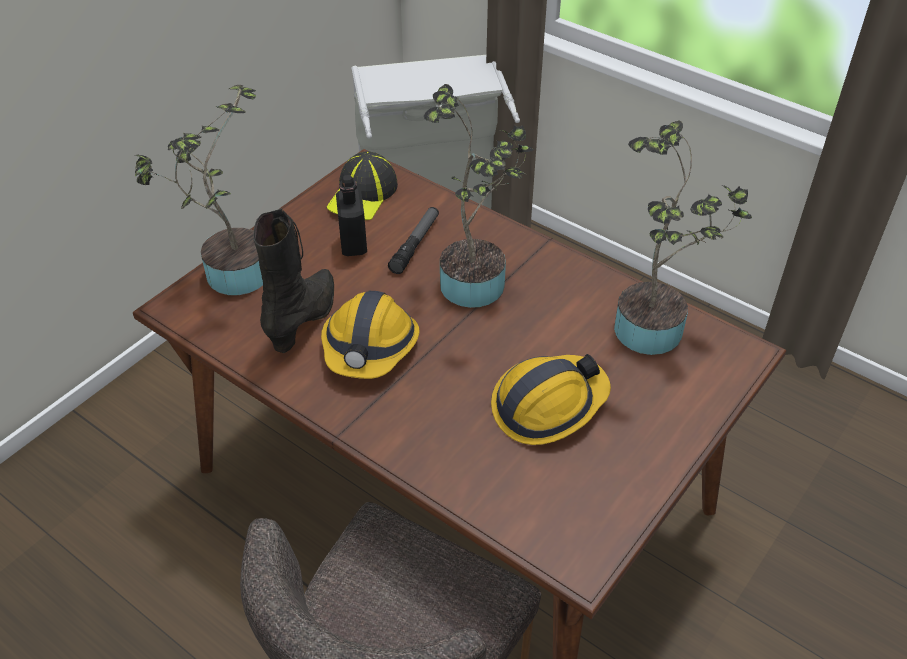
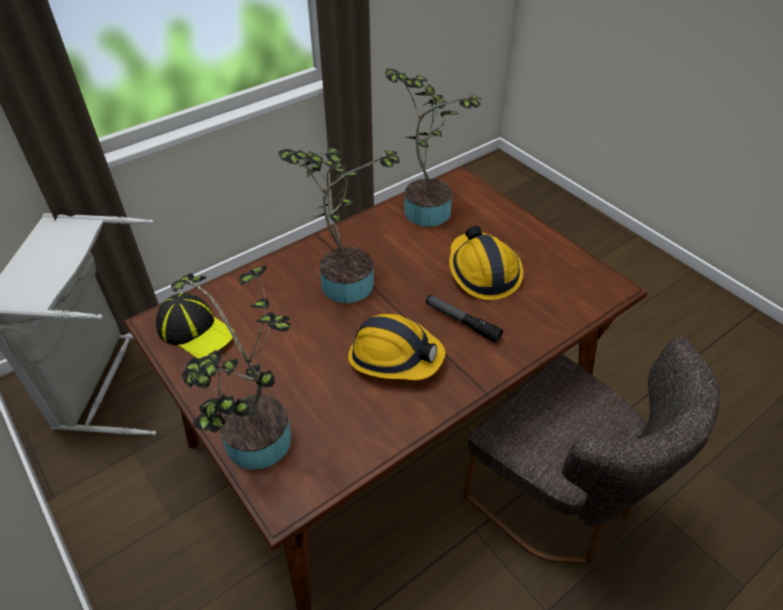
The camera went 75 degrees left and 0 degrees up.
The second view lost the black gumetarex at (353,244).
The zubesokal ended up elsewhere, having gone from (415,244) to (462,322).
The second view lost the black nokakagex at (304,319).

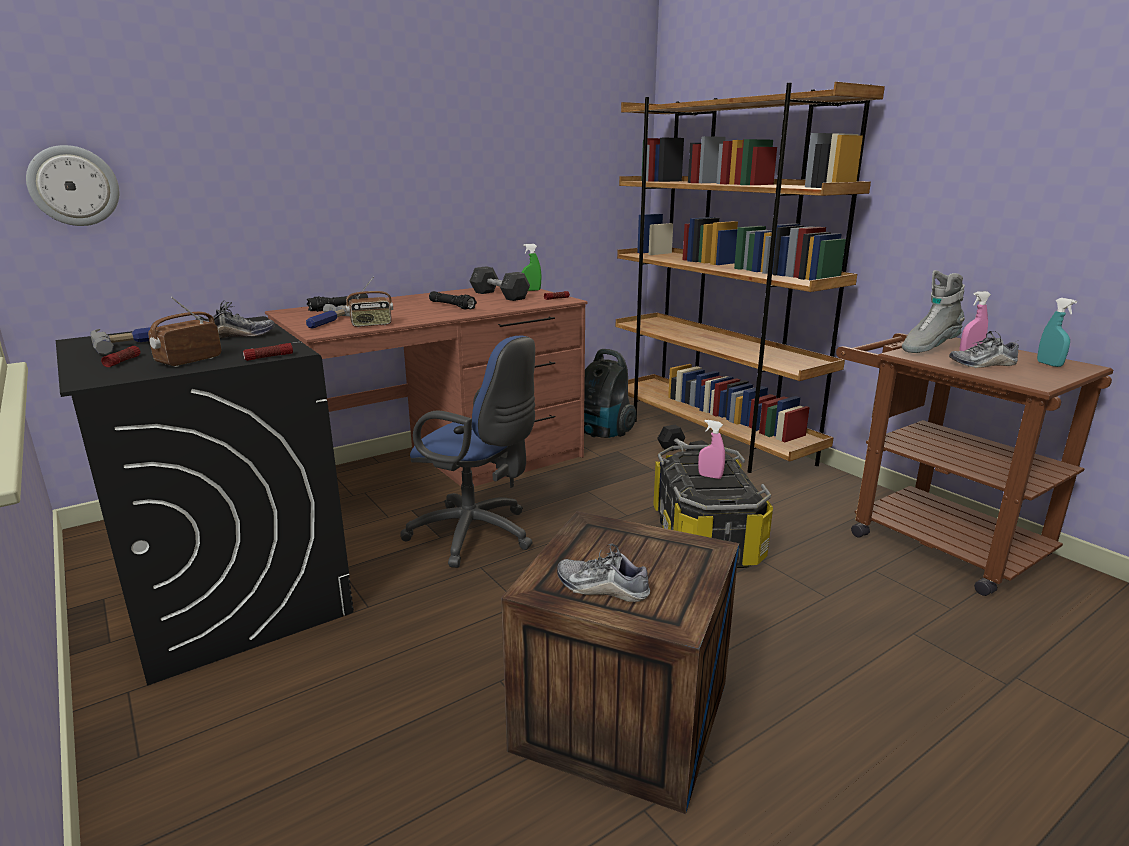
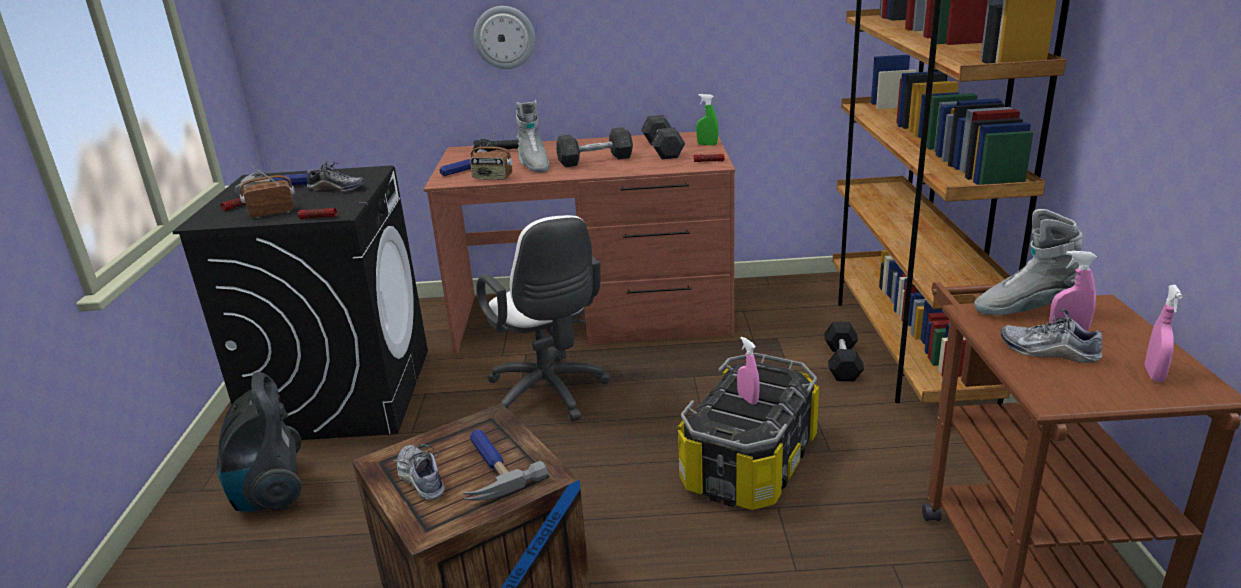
The camera went 35 degrees right and 5 degrees up.
The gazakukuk ended up elsewhere, having gone from (74,186) to (504,37).
Where the black zubesokal stood at (452,306), the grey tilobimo came to stand at (595,160).
What was the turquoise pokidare at (1049,364) turned into the pink pokidare at (1154,374).
What was the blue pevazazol at (477,536) turned into the white pevazazol at (550,395).
The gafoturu ended up elsewhere, having gone from (601,433) to (270,493).
The second view gained the grey nokakagex at (533,165).
The second view gained the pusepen at (490,468).

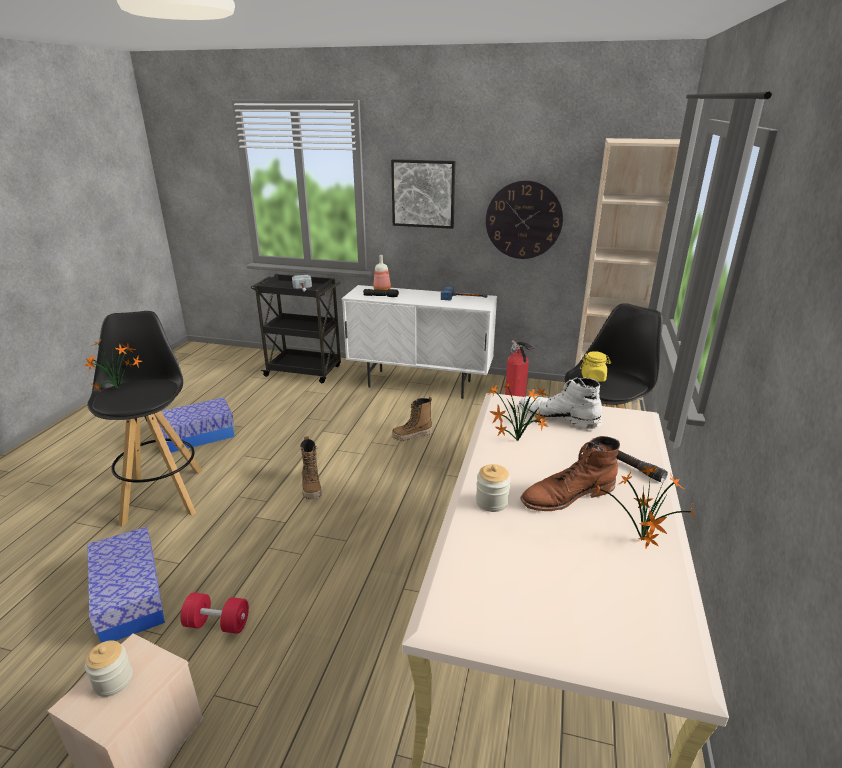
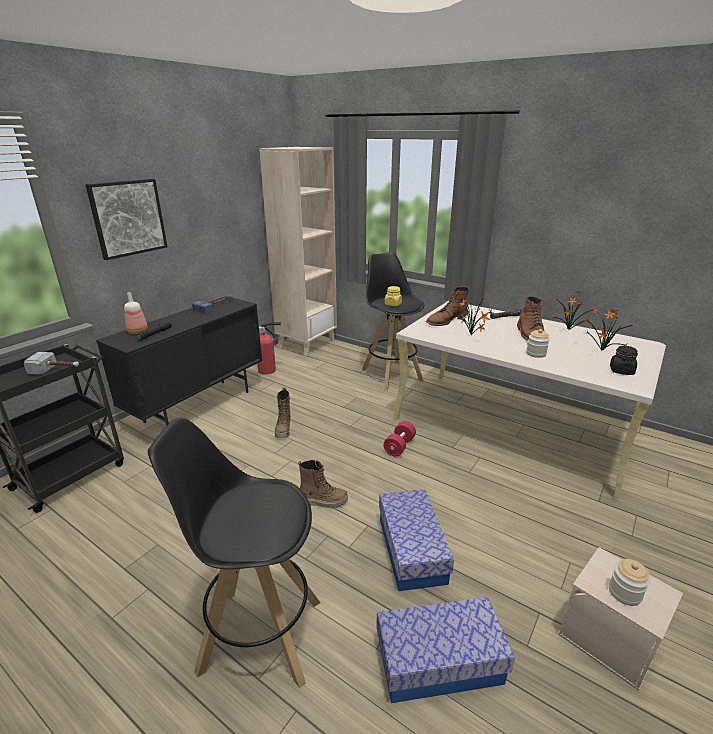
The camera went 70 degrees left and 0 degrees up.
The second view lost the gazakukuk at (523,220).
What was the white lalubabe at (420,384) turned into the black lalubabe at (199,406).
The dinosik ended up elsewhere, having gone from (120,388) to (600,350).
What was the white nokakagex at (558,417) turned into the brown nokakagex at (446,320).
The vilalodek ended up elsewhere, having gone from (196,437) to (411,550).
The red tilobimo ended up elsewhere, having gone from (217,624) to (399,446).
The second view gained the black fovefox at (621,371).

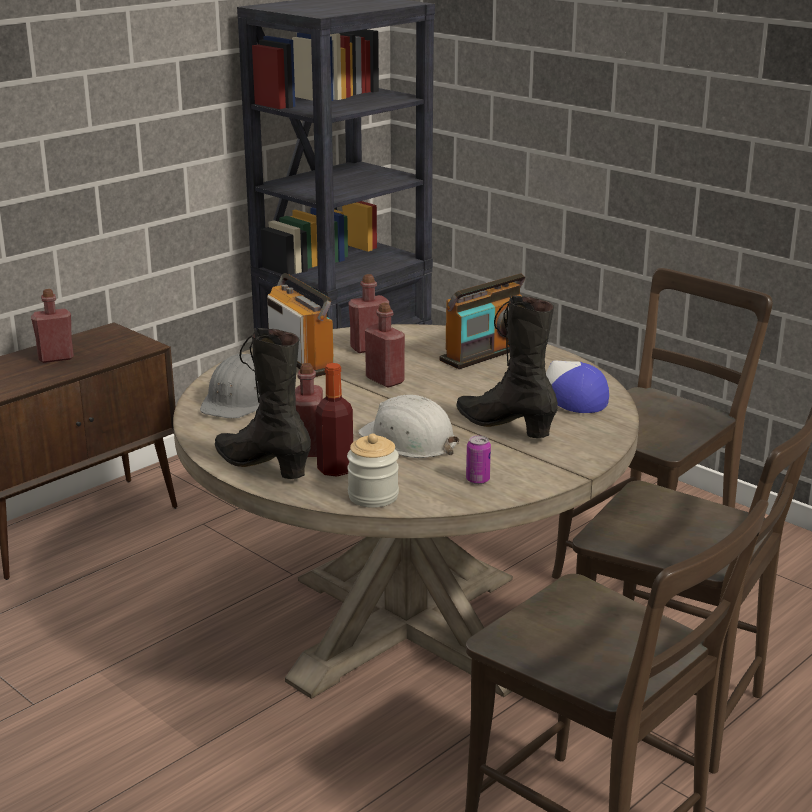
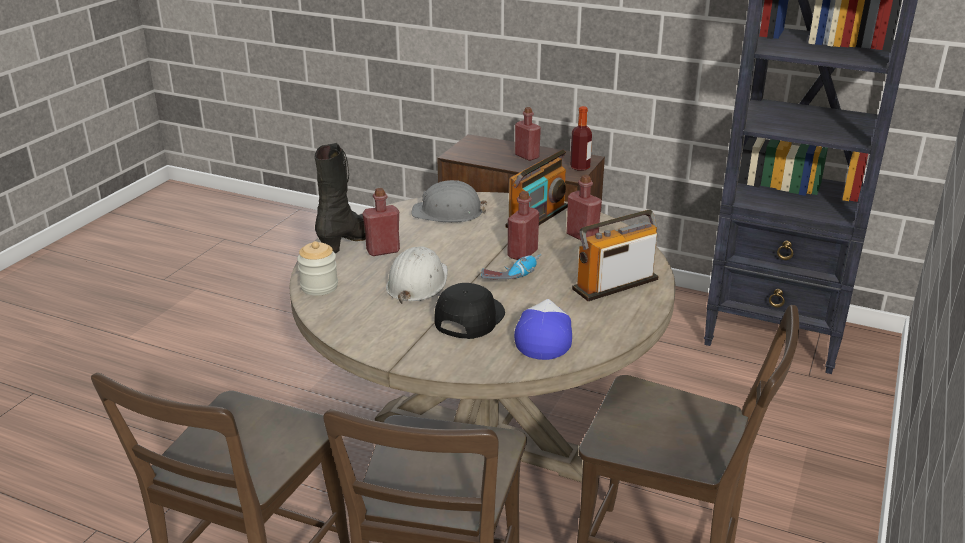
The camera went 70 degrees right and 5 degrees up.
The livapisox at (484,354) ended up facing another way, 120 degrees clockwise from before.
Where the black nokakagex stood at (505,426), the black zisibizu came to stand at (468,317).
The gumetarex ended up elsewhere, having gone from (335,469) to (580,167).
The second view lost the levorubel at (477,480).
The second view gained the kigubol at (512,274).

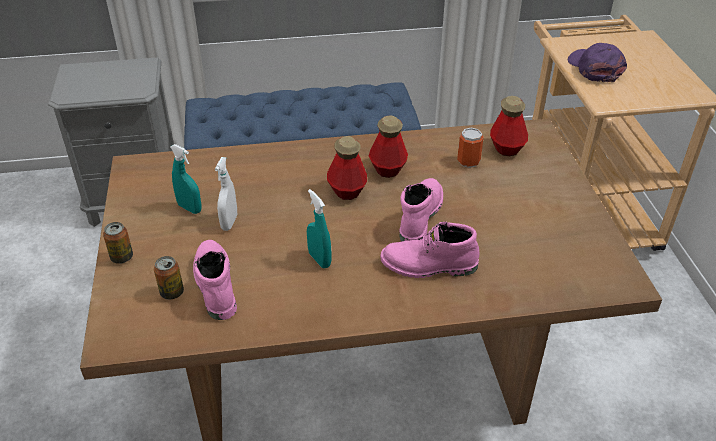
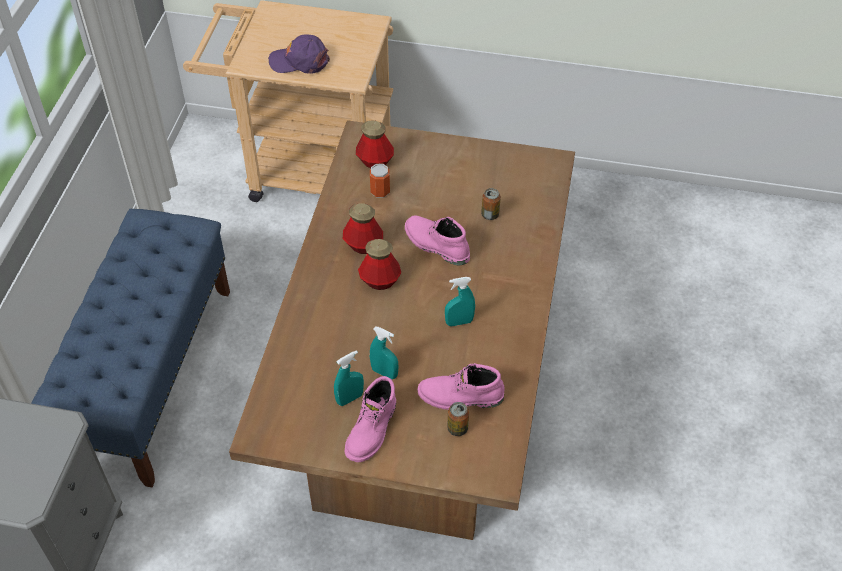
The camera went 70 degrees left and 10 degrees up.
What was the white pokidare at (229,222) turned into the turquoise pokidare at (384,372).
The levorubel ended up elsewhere, having gone from (122,257) to (490,215).
The pink nokakagex ended up elsewhere, having gone from (428,266) to (372,430).

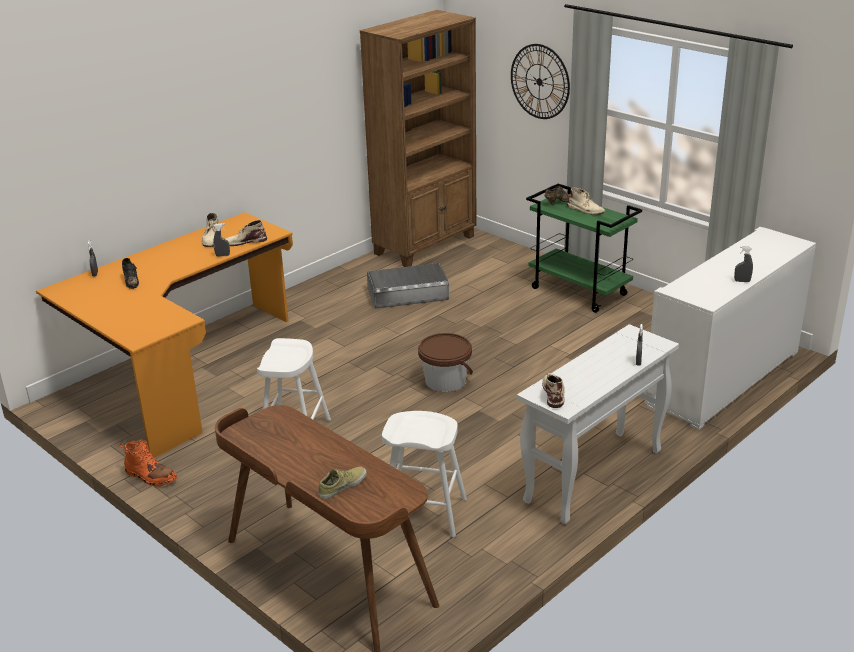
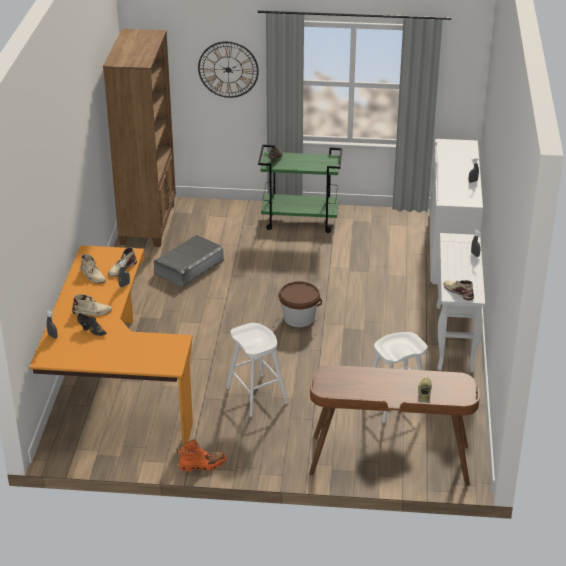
The camera went 40 degrees left and 5 degrees up.
The beige nokakagex ended up elsewhere, having gone from (585,210) to (92,311).

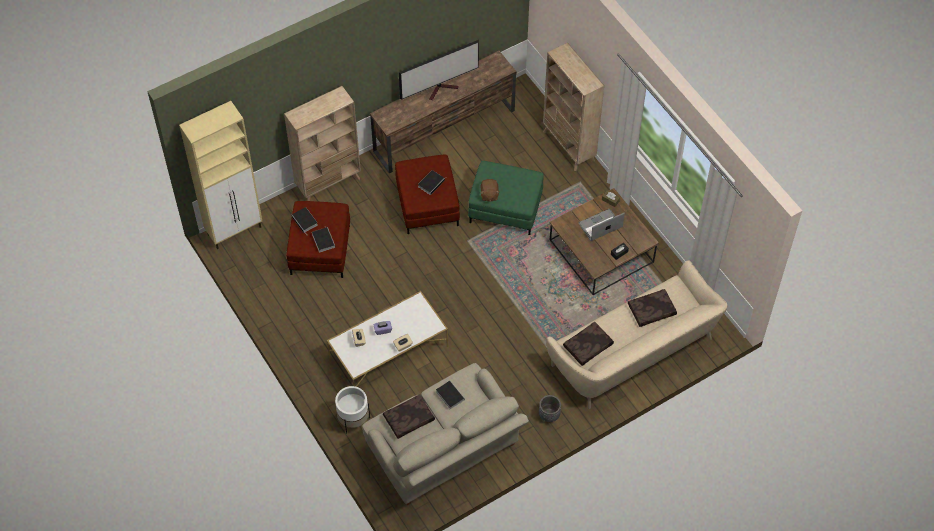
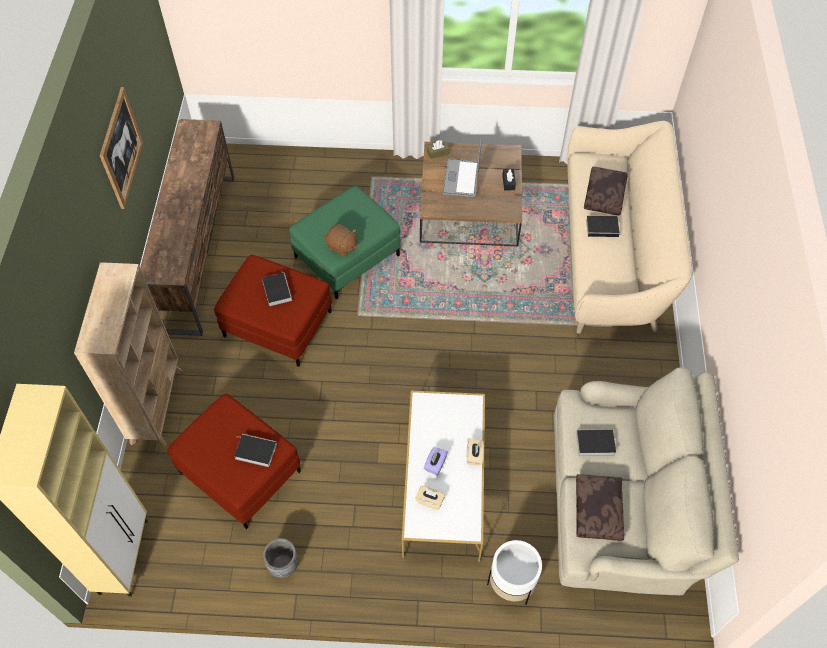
The camera went 55 degrees left and 0 degrees up.
The second view lost the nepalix at (442,88).
The second view lost the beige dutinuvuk at (568,146).
The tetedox ended up elsewhere, having gone from (305,221) to (603,227).
The second view lost the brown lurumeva at (588,347).
The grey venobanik ended up elsewhere, having gone from (549,415) to (283,564).
The second view gained the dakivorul at (121,148).

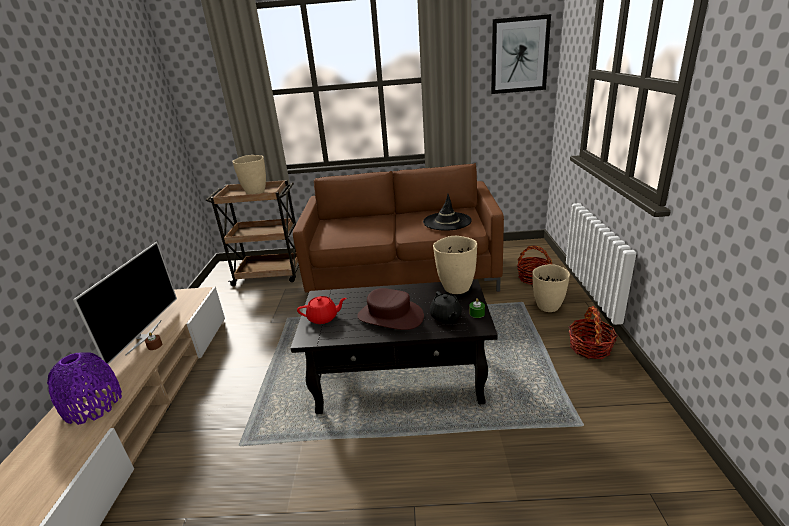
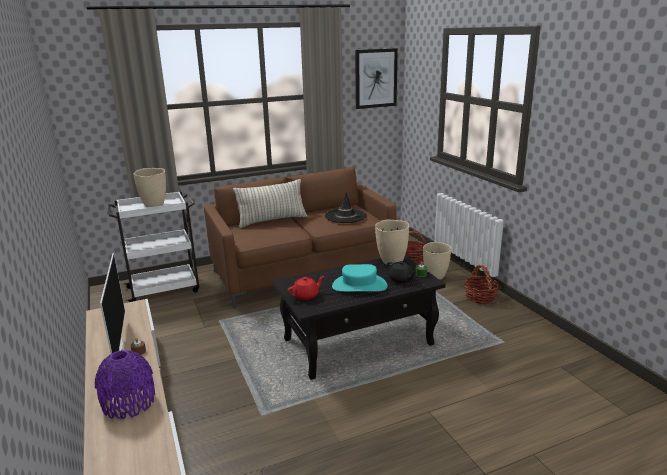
The camera went 25 degrees left and 5 degrees down.
What was the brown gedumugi at (270,274) turned into the white gedumugi at (165,289).
What was the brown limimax at (390,316) turned into the turquoise limimax at (359,286).
The second view gained the lurumeva at (272,220).

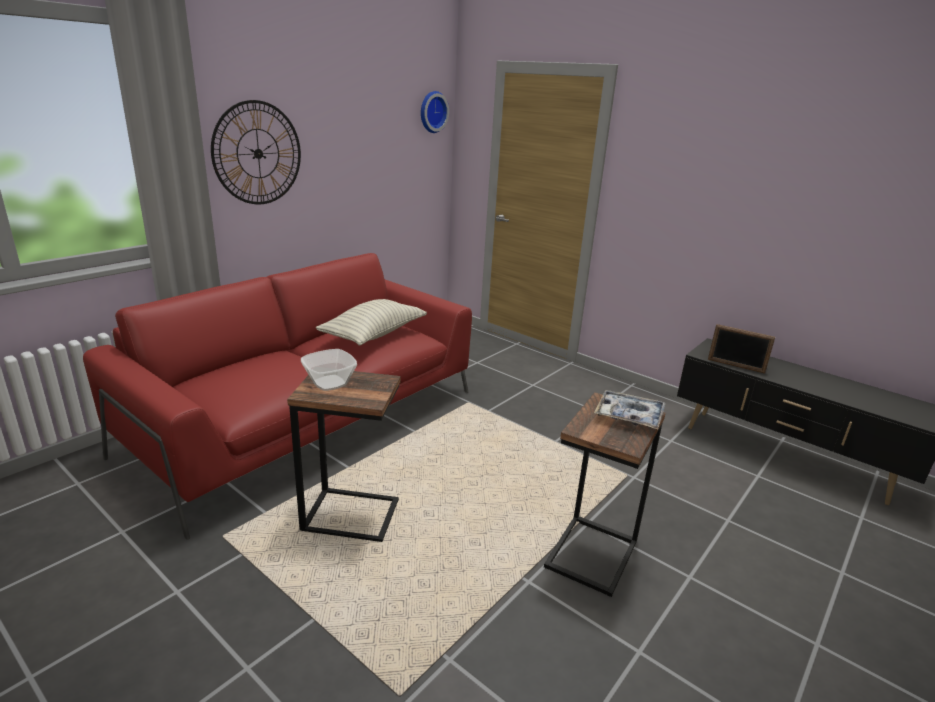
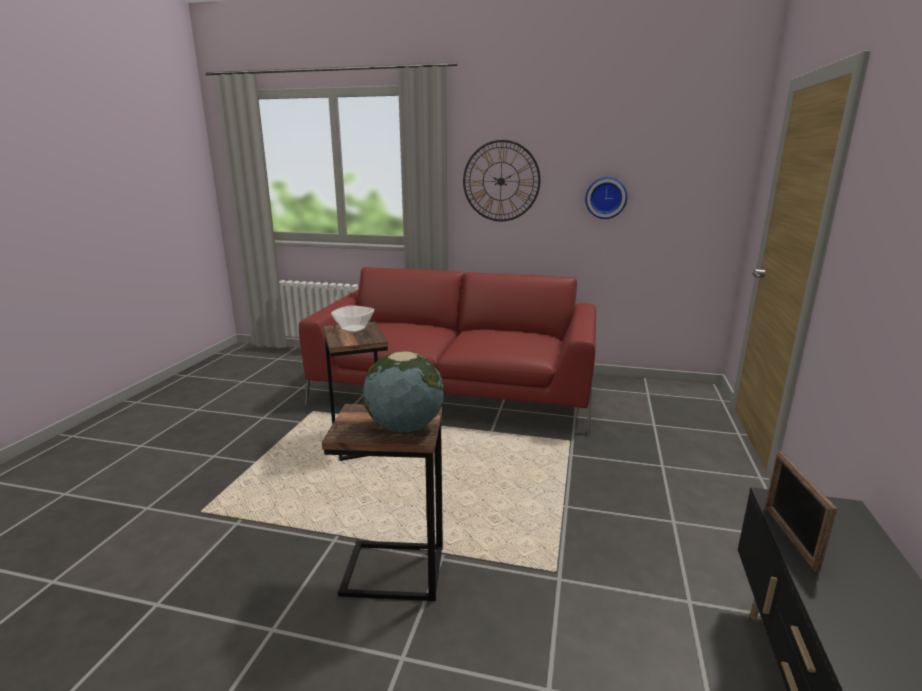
The camera went 65 degrees right and 5 degrees down.
The gazakukuk ended up elsewhere, having gone from (432,112) to (606,197).
The second view lost the lurumeva at (374,334).
Where the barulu stood at (629,416), the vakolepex came to stand at (404,427).

